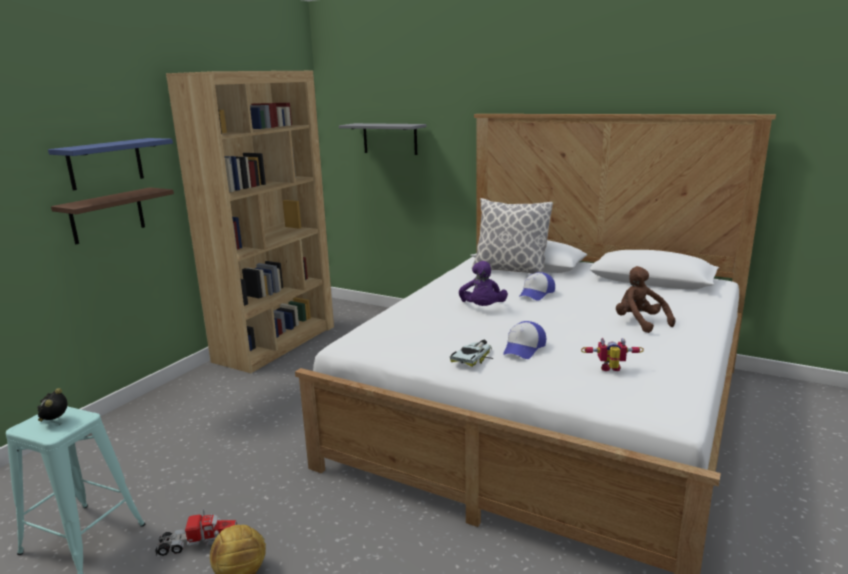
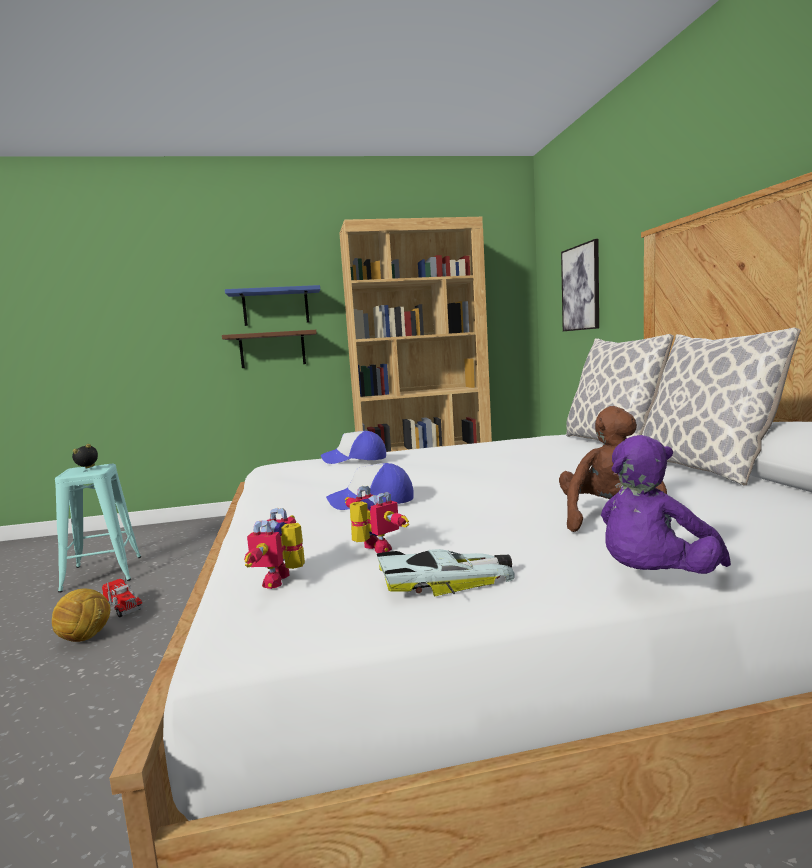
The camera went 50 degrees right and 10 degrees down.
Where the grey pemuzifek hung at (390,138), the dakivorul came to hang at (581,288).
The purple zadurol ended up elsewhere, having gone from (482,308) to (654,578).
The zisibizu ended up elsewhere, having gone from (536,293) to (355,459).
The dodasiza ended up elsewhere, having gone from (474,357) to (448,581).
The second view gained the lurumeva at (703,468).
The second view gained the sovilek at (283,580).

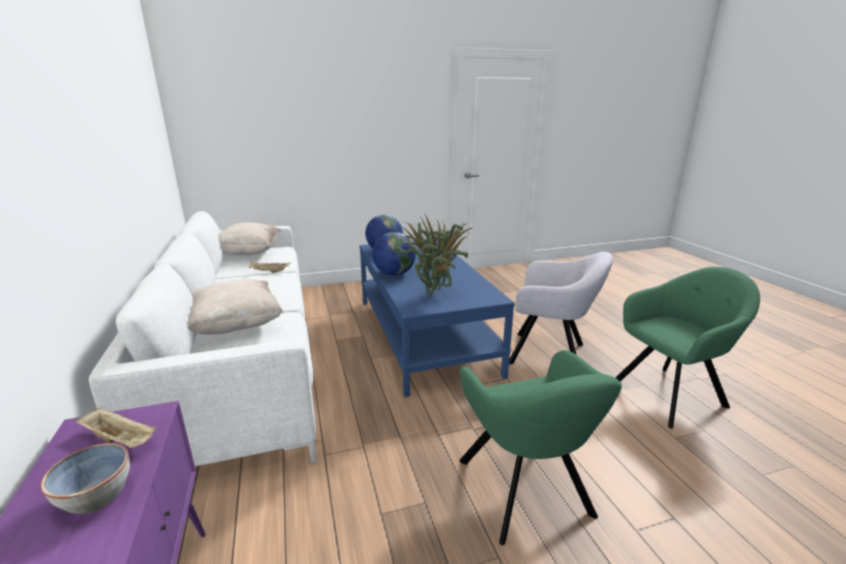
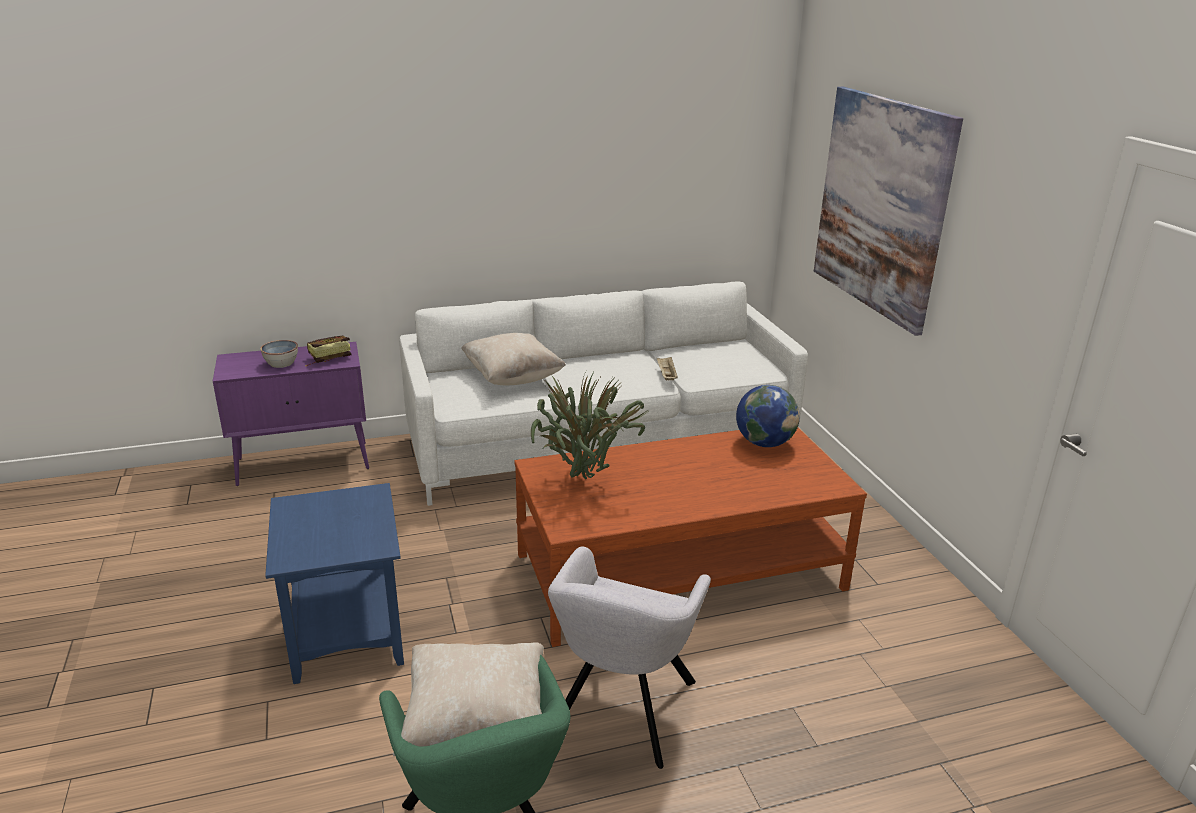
The camera went 90 degrees right and 5 degrees up.
The beige lurumeva ended up elsewhere, having gone from (248,253) to (476,726).
The second view lost the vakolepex at (394,274).
What was the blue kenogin at (423,334) turned into the brown kenogin at (680,571).
Where the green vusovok stood at (526,491), the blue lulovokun came to stand at (345,631).
Where the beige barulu stood at (121,440), the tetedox came to stand at (325,359).
The second view gained the dakivorul at (881,205).

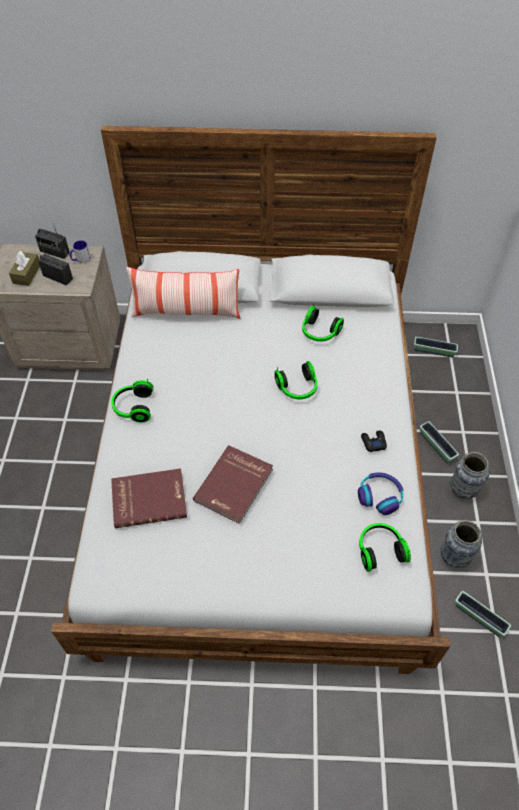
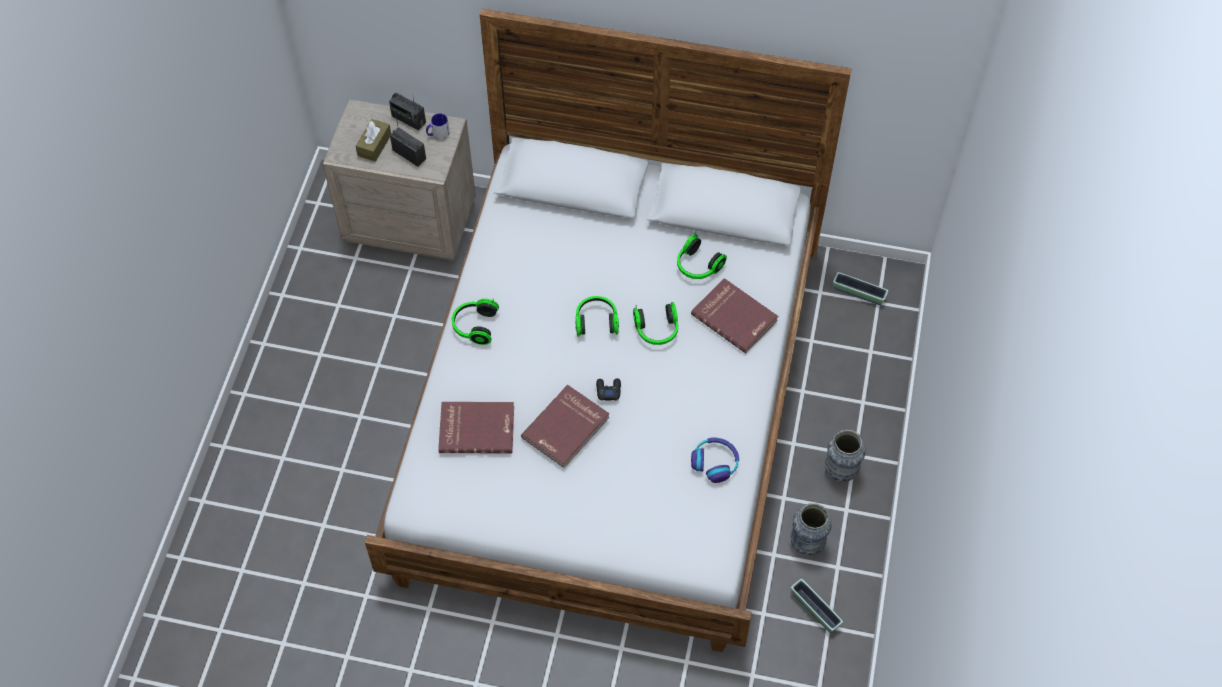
The camera went 10 degrees right and 5 degrees up.
The second view lost the lurumeva at (186,312).
The second view lost the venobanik at (436,446).
The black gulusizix ended up elsewhere, having gone from (373,442) to (608,390).
The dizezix ended up elsewhere, having gone from (380,550) to (596,321).
The second view gained the red tetedox at (735,317).

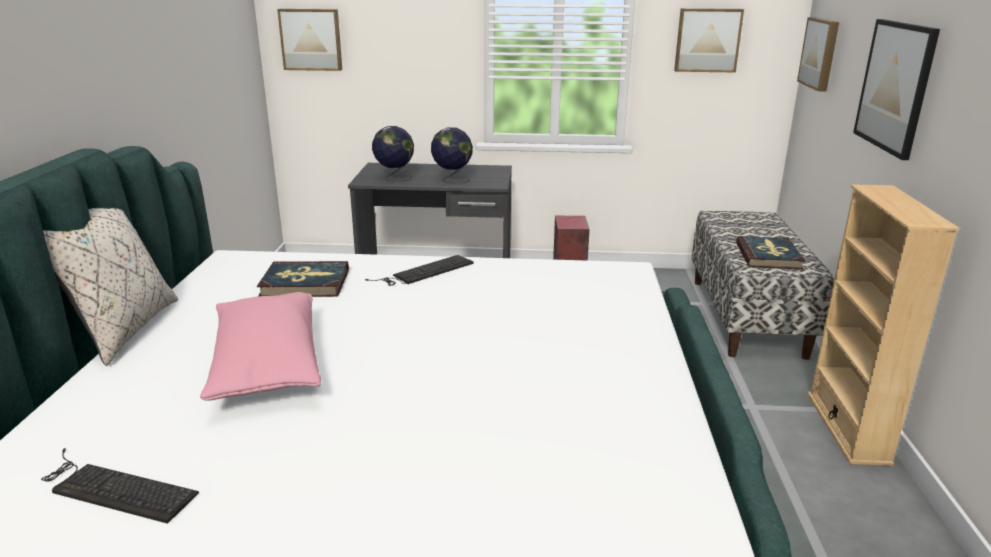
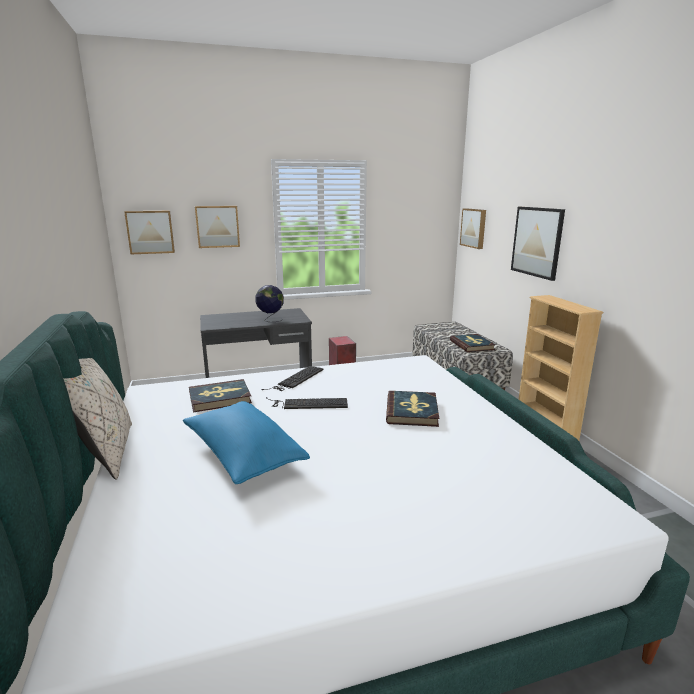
The camera went 20 degrees left and 5 degrees down.
The dakivorul ended up elsewhere, having gone from (707,40) to (217,226).
The second view lost the vakolepex at (394,178).
What was the pink lurumeva at (267,365) turned into the blue lurumeva at (243,455).
The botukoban ended up elsewhere, having gone from (113,488) to (307,403).
The second view gained the tetedox at (412,411).

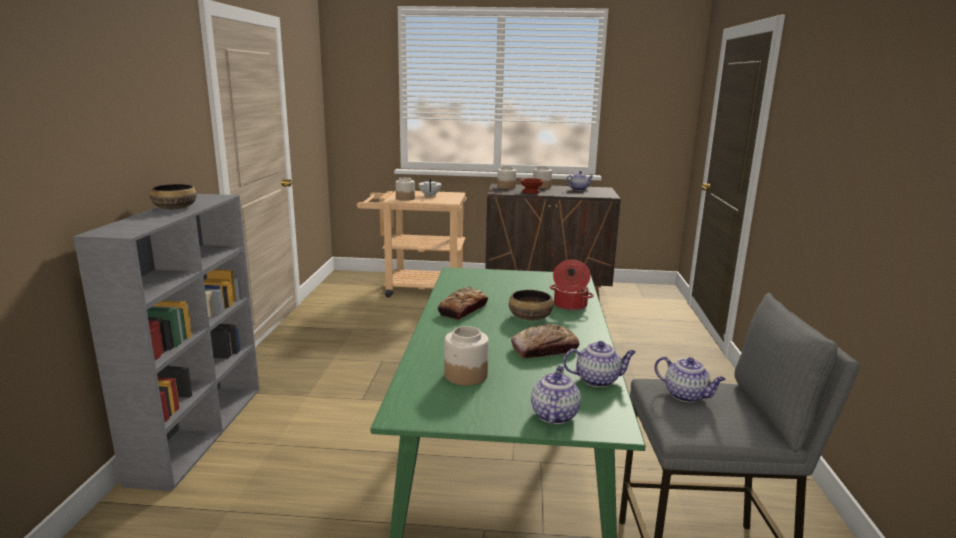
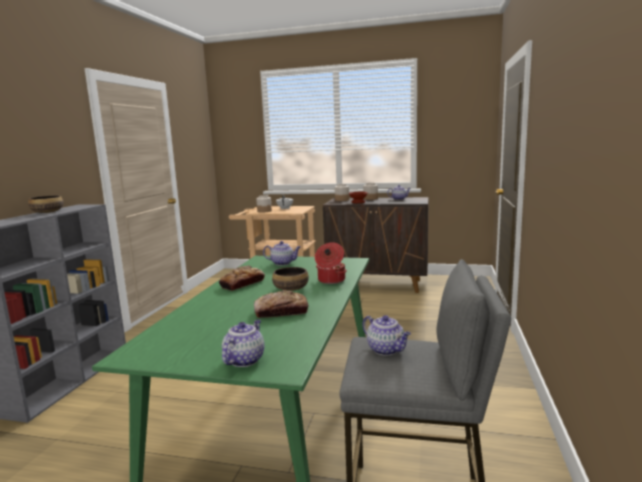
The camera went 10 degrees right and 5 degrees down.
The second view lost the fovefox at (465,375).
The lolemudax ended up elsewhere, having gone from (598,380) to (283,263).

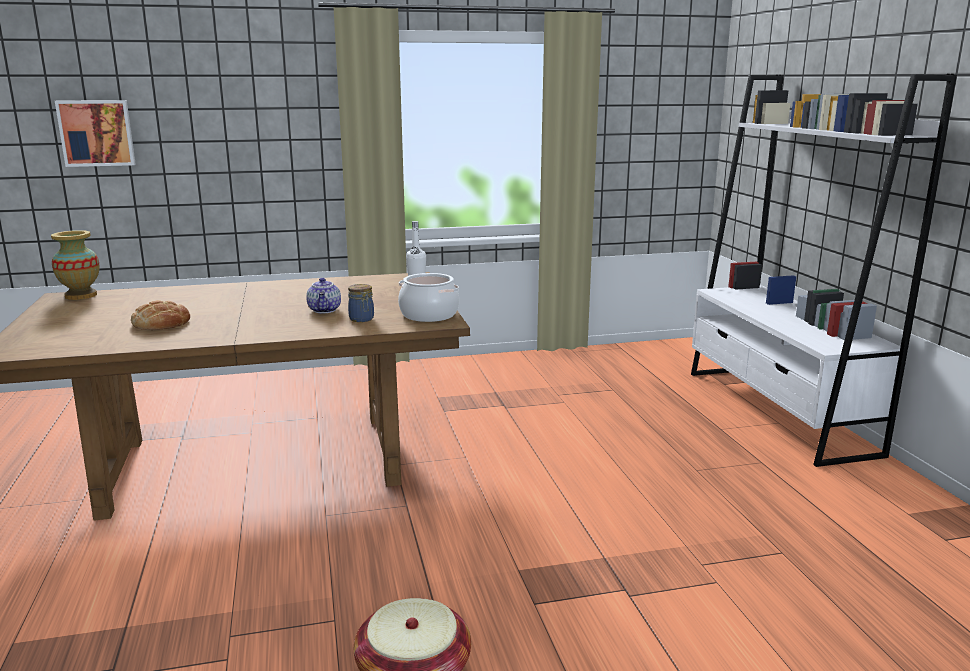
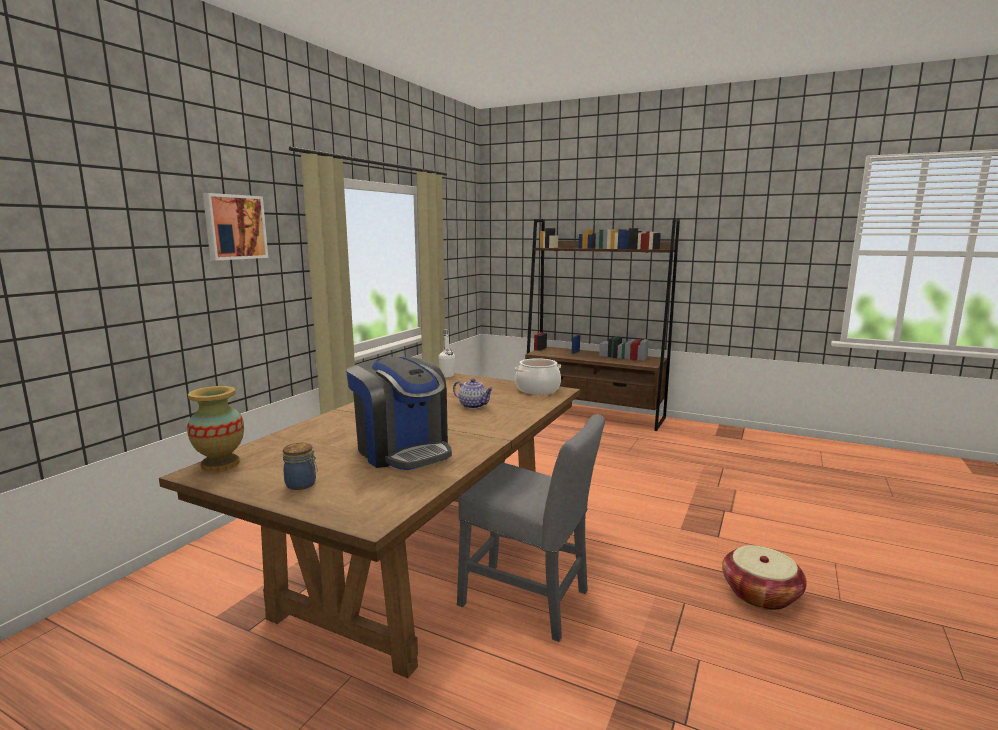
The camera went 50 degrees left and 5 degrees down.
What was the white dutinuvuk at (777,411) turned into the brown dutinuvuk at (593,414).
The dakivorul ended up elsewhere, having gone from (97,133) to (234,227).
The fovefox ended up elsewhere, having gone from (362,319) to (302,484).
Where the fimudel stood at (161,323), the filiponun came to stand at (403,451).
The second view gained the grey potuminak at (530,601).

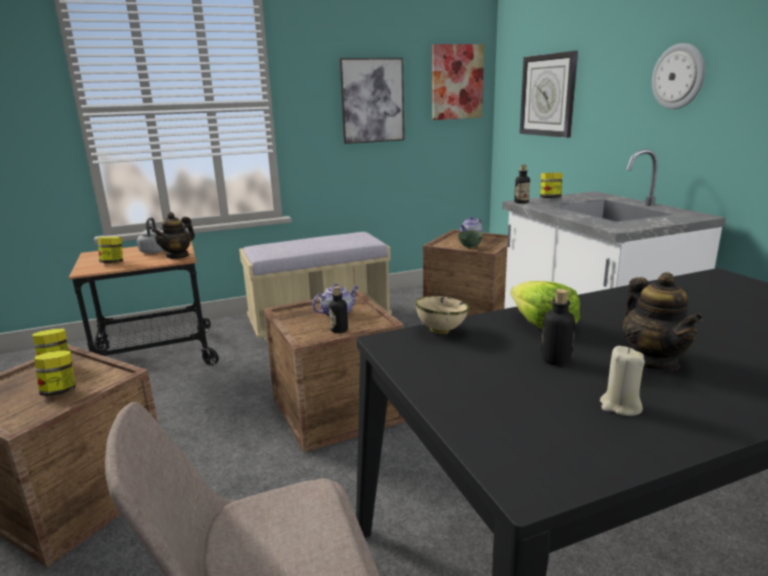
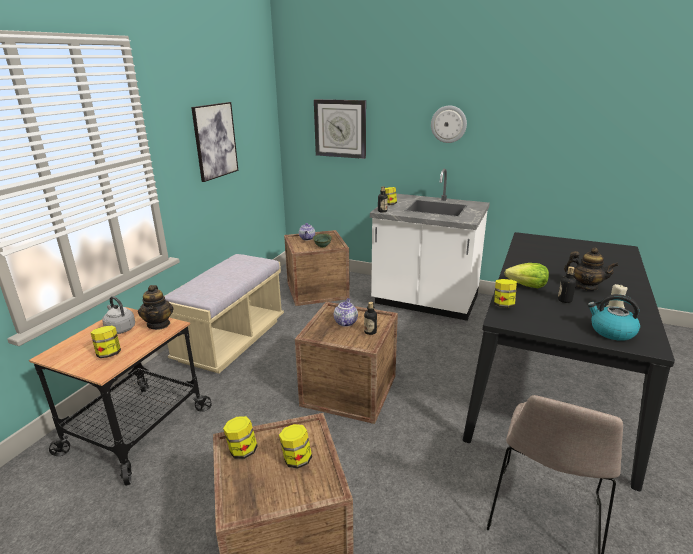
The camera went 45 degrees left and 5 degrees up.
The second view lost the dakivorul at (457,82).
Where the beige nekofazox stood at (440,330), the fovefox came to stand at (503,305).
The second view gained the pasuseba at (611,331).

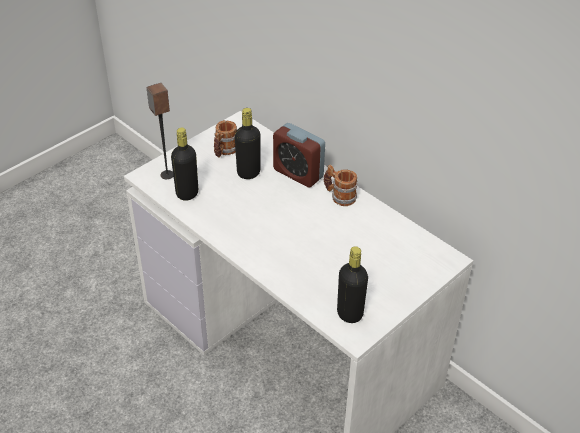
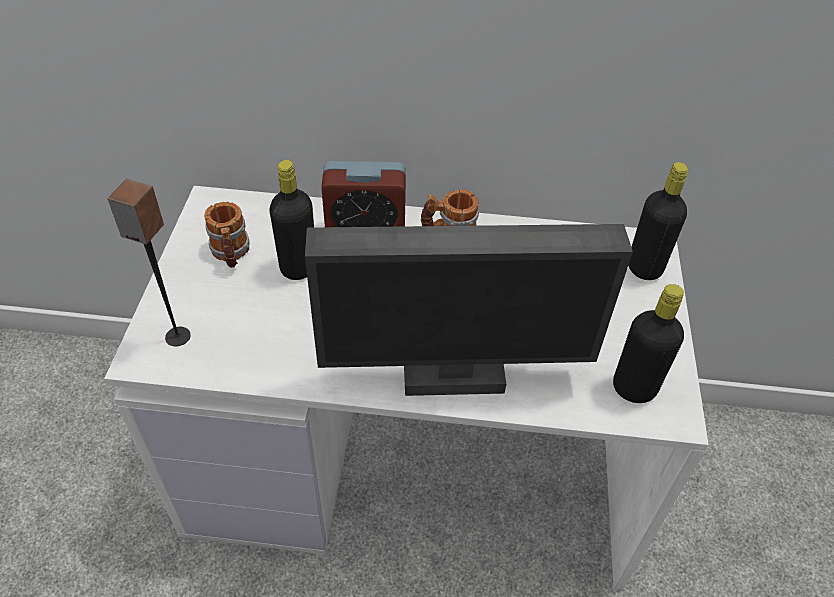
The camera went 40 degrees left and 5 degrees up.
The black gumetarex ended up elsewhere, having gone from (187,193) to (644,268).
The second view gained the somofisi at (453,377).

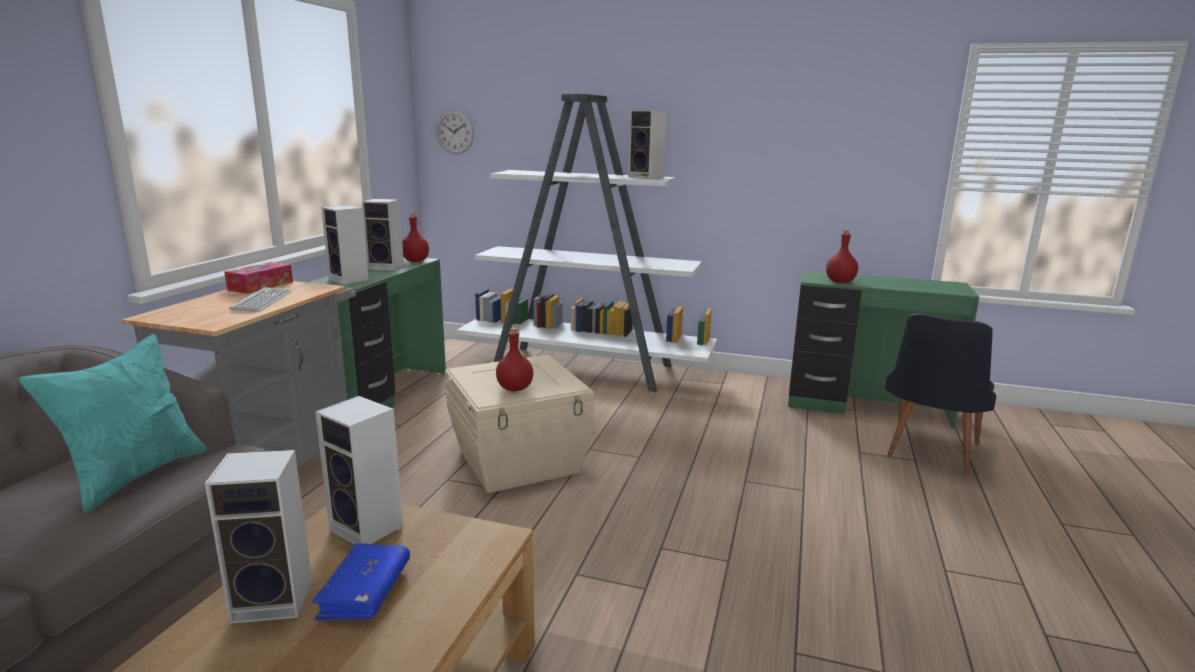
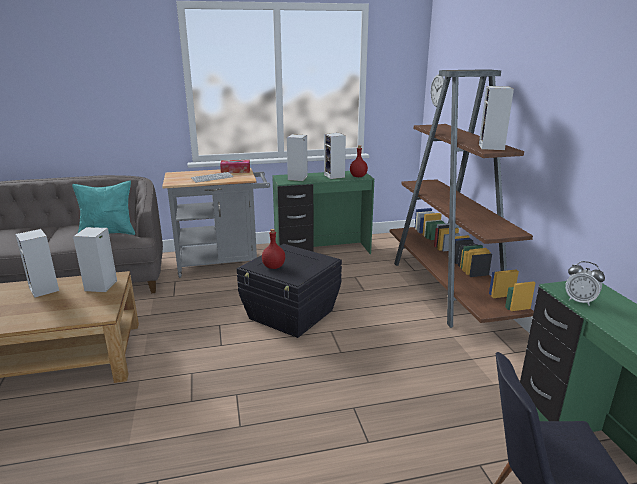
The camera went 60 degrees right and 5 degrees up.
What was the white dutinuvuk at (586,369) turned into the brown dutinuvuk at (447,290).
Where the red gumetarex stood at (840,282), the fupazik came to stand at (580,301).
What was the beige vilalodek at (520,461) turned into the black vilalodek at (291,315).
The second view lost the blue tetedox at (365,592).

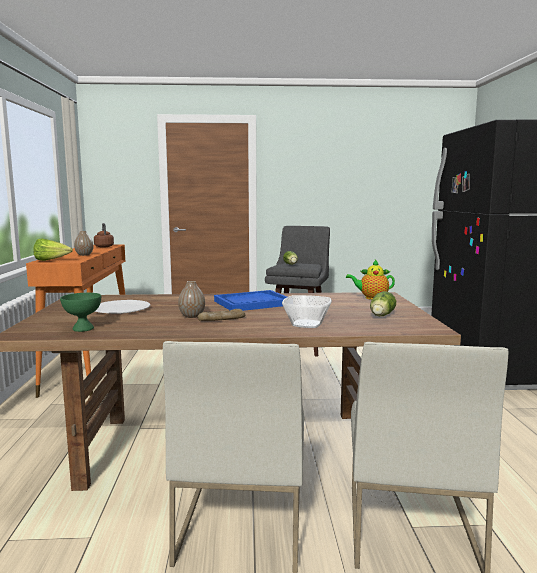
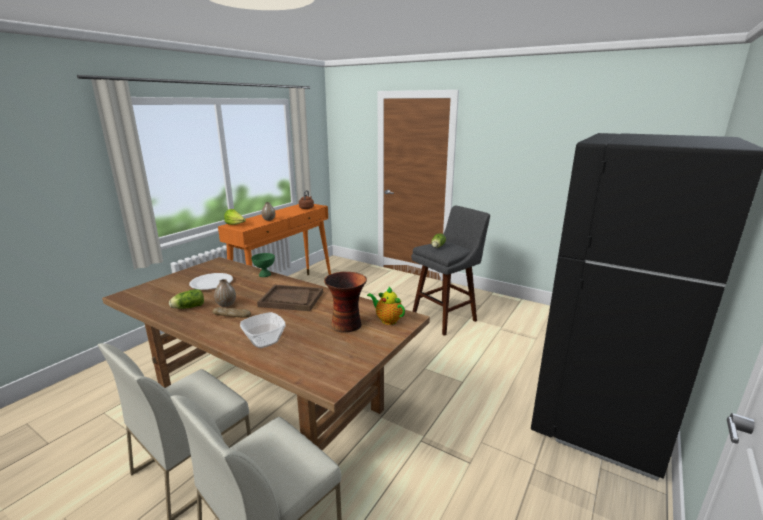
The camera went 35 degrees right and 10 degrees up.
What was the blue barulu at (252,303) turned into the brown barulu at (291,299).
The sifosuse ended up elsewhere, having gone from (381,316) to (187,307).
The green nekofazox ended up elsewhere, having gone from (83,328) to (265,274).
The second view gained the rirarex at (347,324).

